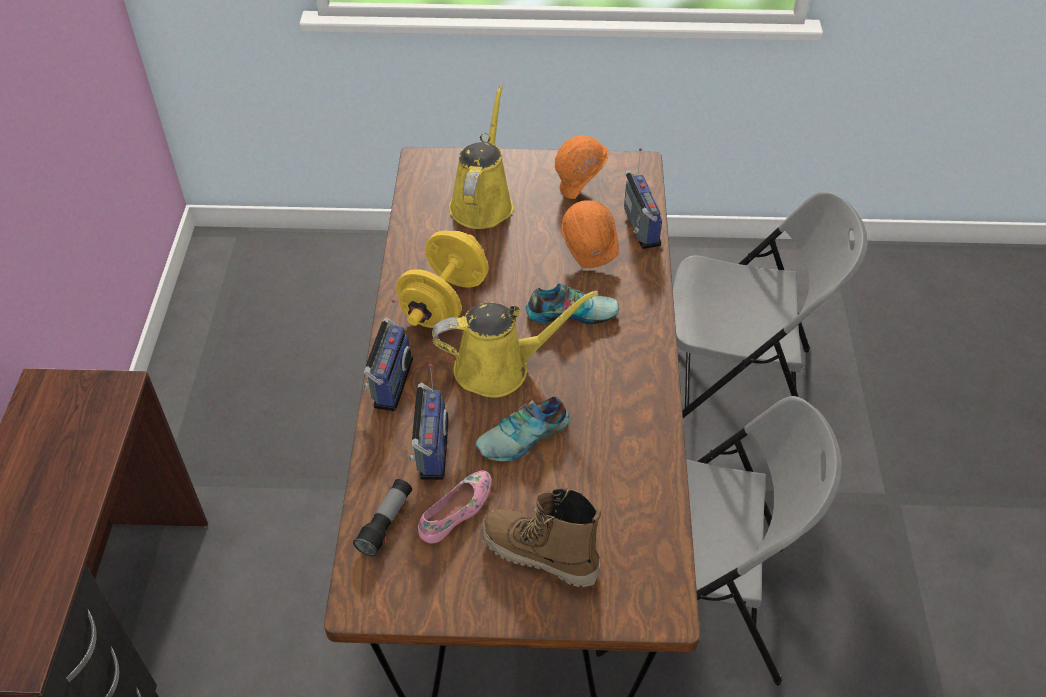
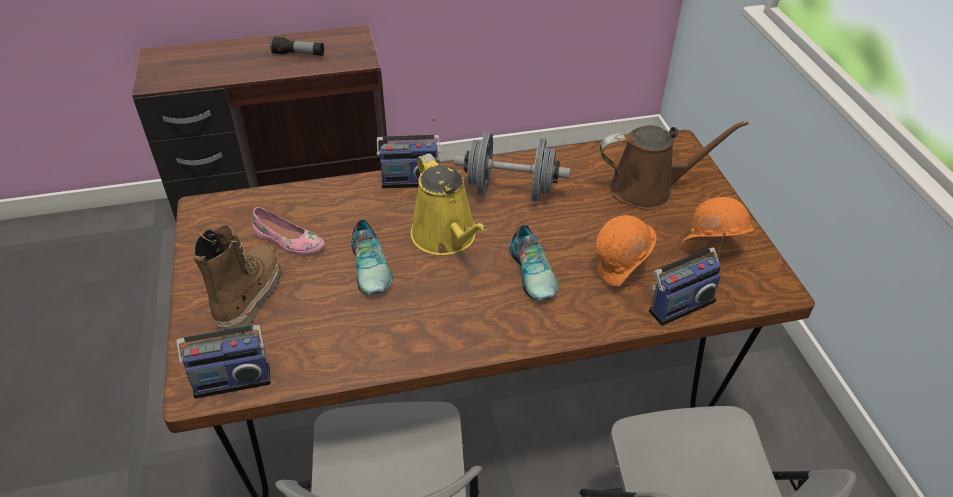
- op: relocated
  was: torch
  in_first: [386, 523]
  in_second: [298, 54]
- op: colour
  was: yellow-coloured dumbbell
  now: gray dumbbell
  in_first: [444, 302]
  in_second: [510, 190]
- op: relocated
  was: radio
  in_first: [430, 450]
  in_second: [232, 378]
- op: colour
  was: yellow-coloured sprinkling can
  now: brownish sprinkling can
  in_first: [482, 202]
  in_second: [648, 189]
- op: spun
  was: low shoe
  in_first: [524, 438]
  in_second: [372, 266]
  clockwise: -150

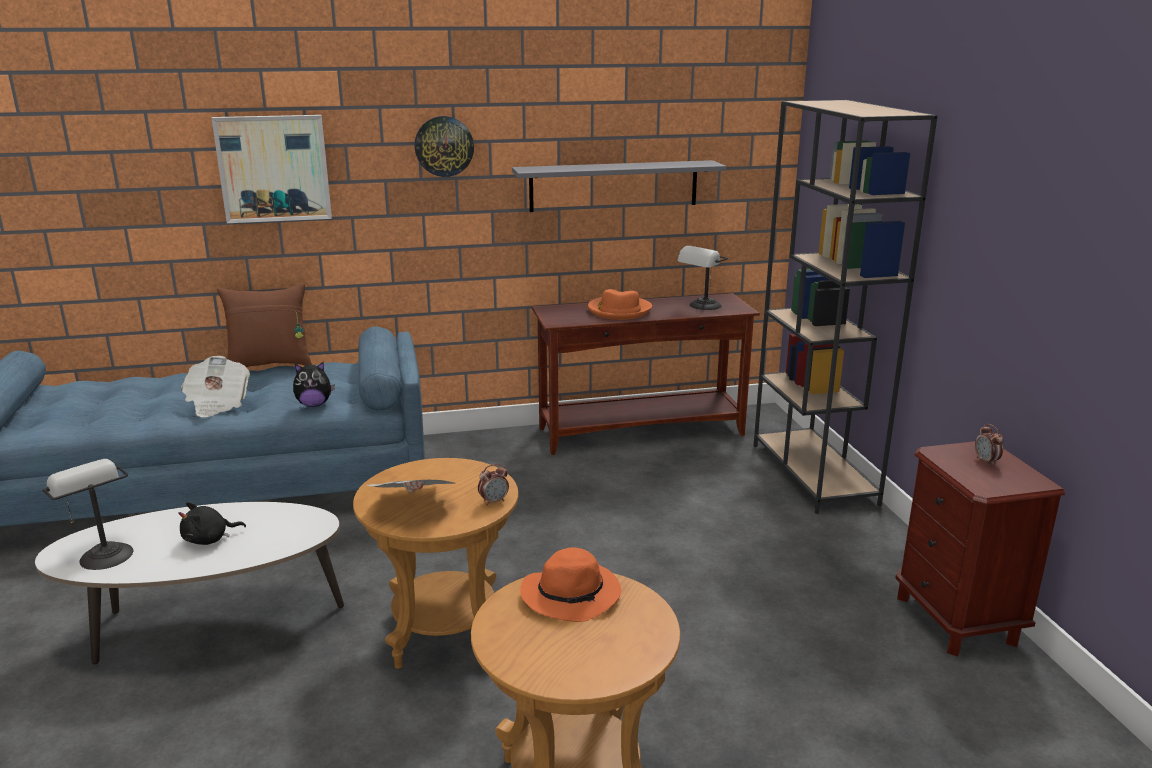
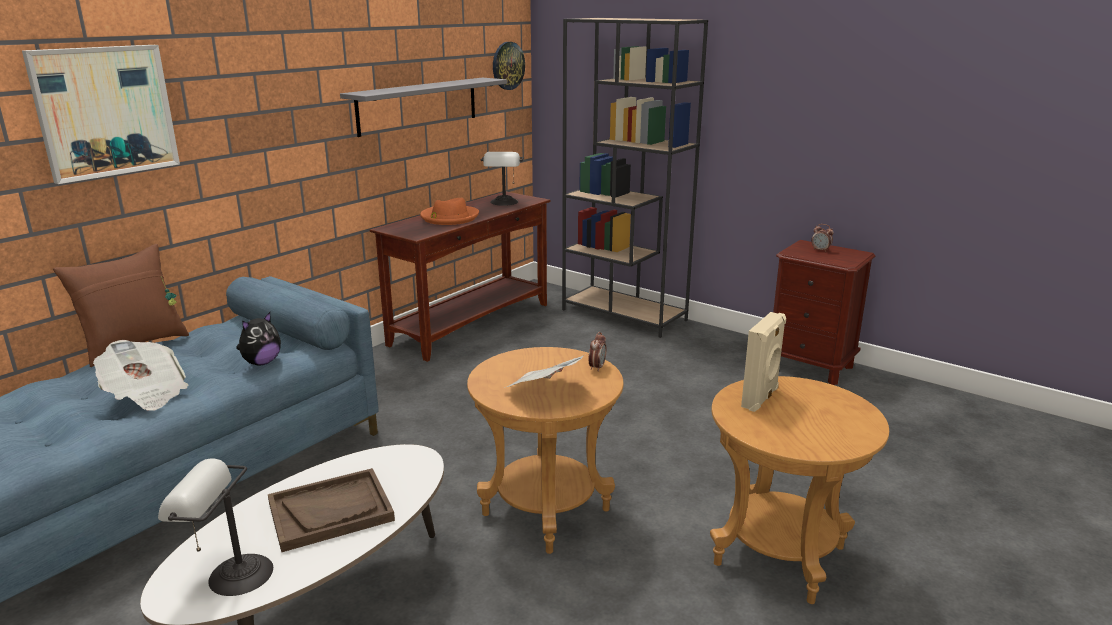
- op: exchanged
  was: black-coloured cuddly toy
  now: brownish carrying tray
  in_first: [209, 539]
  in_second: [331, 511]
- op: relocated
  was: clock on the wall
  in_first: [444, 146]
  in_second: [507, 65]
- op: exchanged
  was: orange-coloured hat
  now: beige-coloured speaker
  in_first: [572, 595]
  in_second: [761, 398]

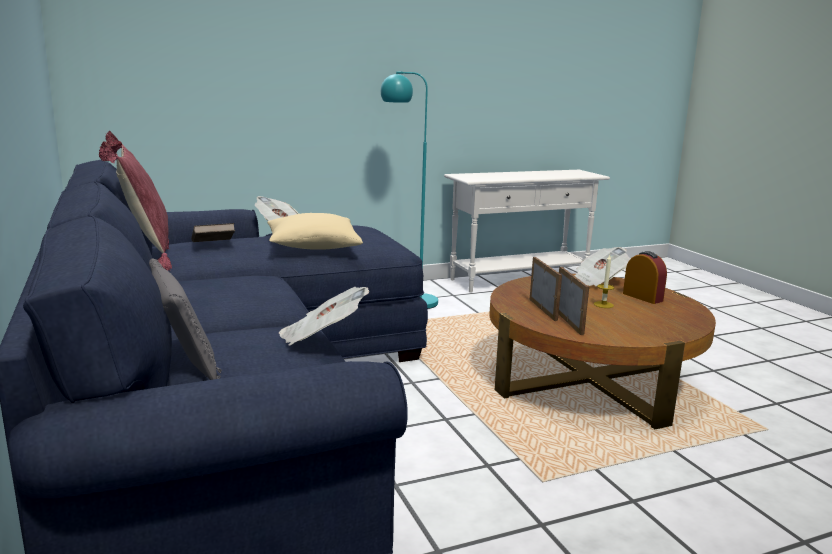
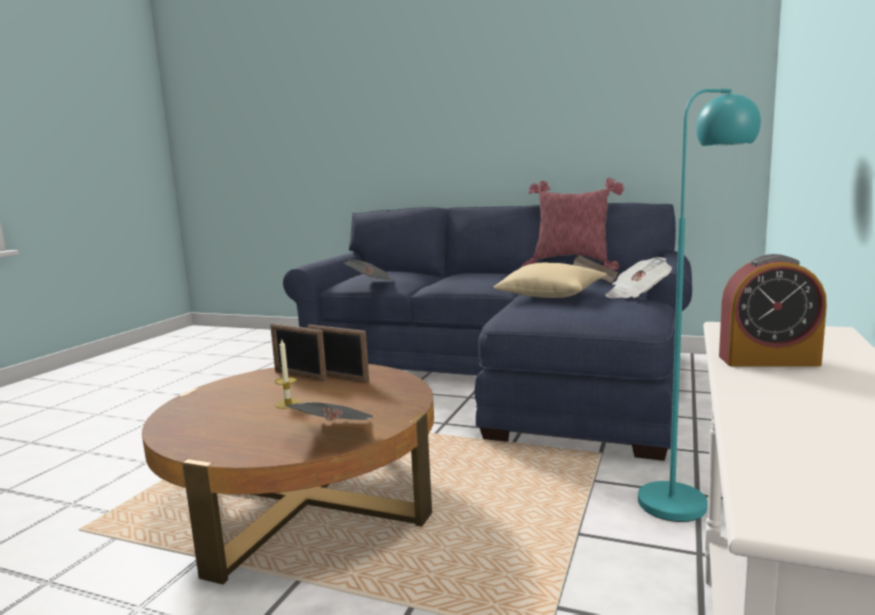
- op: missing
  was: gray pillow
  in_first: [185, 357]
- op: relocated
  was: table clock
  in_first: [642, 297]
  in_second: [768, 360]

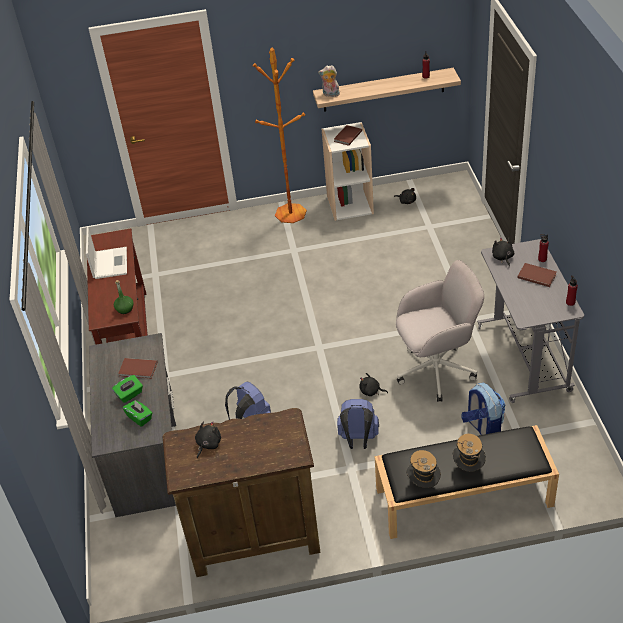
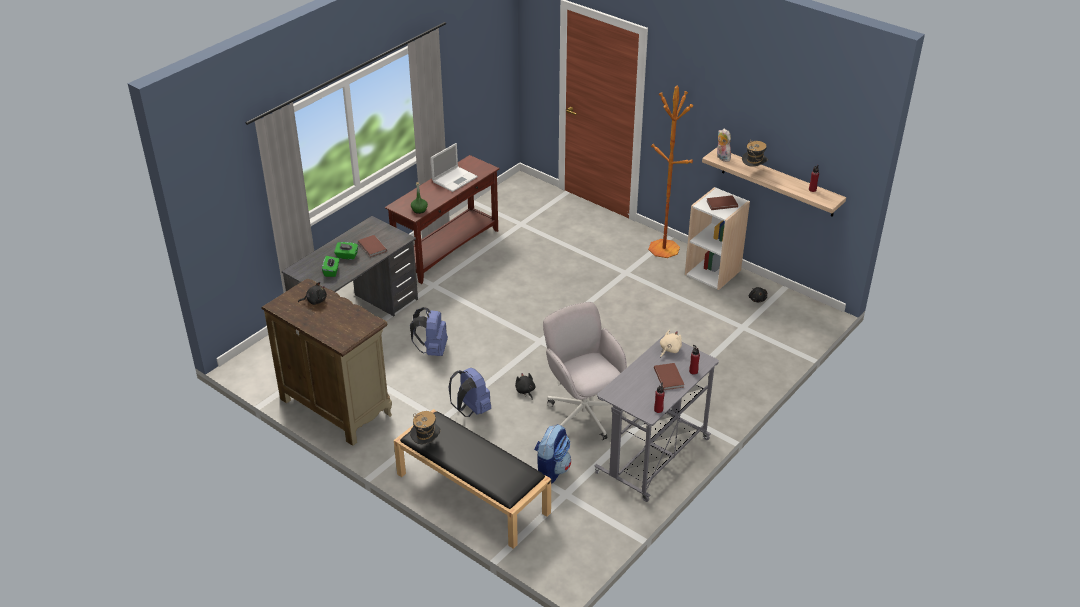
- op: spun
  was: gray desk chair
  in_first: [436, 371]
  in_second: [583, 415]
  clockwise: -150
- op: relocated
  was: hat
  in_first: [468, 468]
  in_second: [753, 171]
- op: colour
  was: black-coloured cuddly toy
  now: beige-coloured cuddly toy
  in_first: [502, 258]
  in_second: [669, 350]

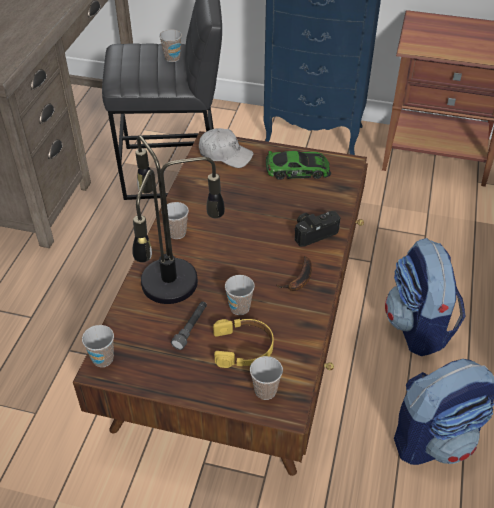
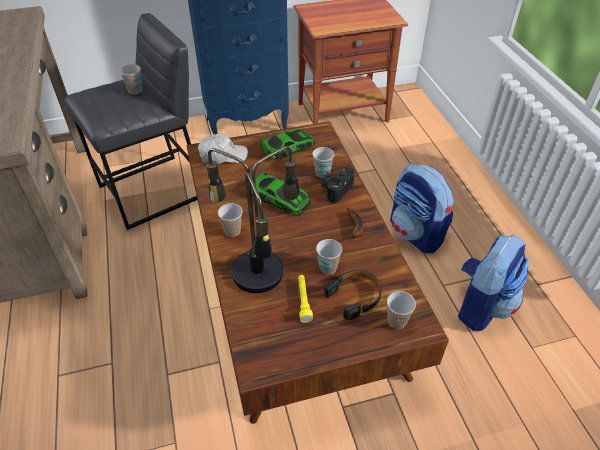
- op: relocated
  was: small cup
  in_first: [103, 359]
  in_second: [322, 173]
- op: colour
  was: gray torch
  now: yellow-coloured torch
  in_first: [191, 328]
  in_second: [303, 301]
- op: colour
  was: yellow-coloured headset
  now: black-coloured headset
  in_first: [243, 347]
  in_second: [355, 297]
- op: appeared
  now: toy car
  in_second: [281, 199]

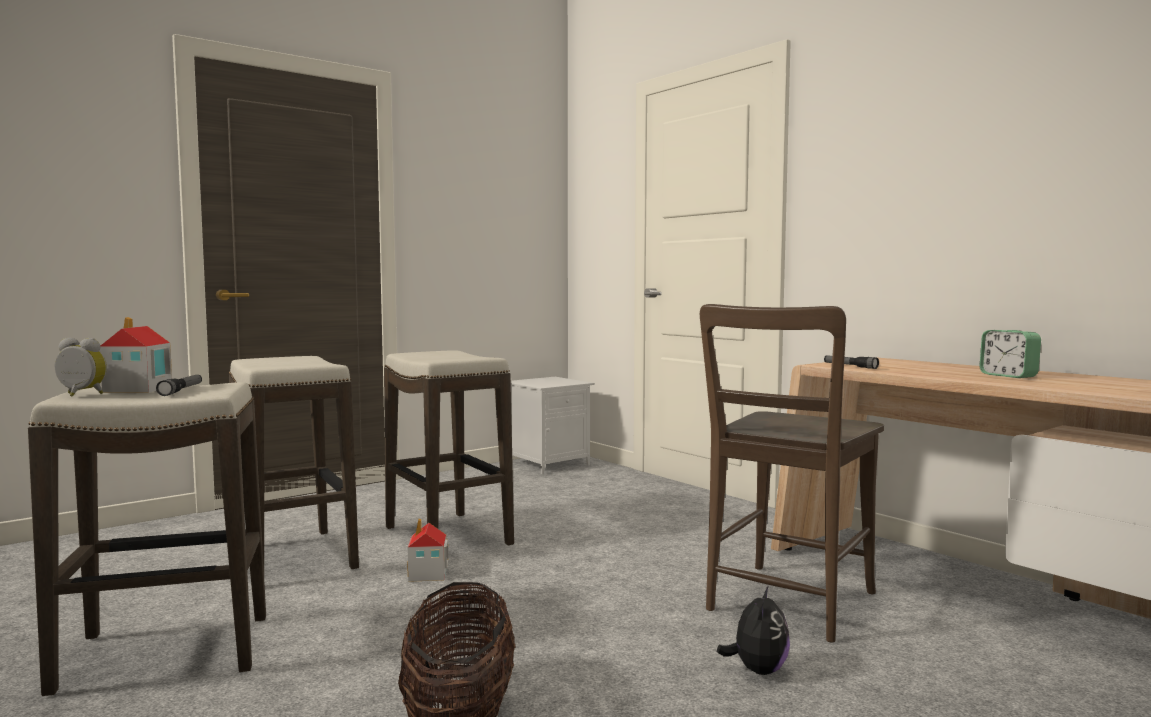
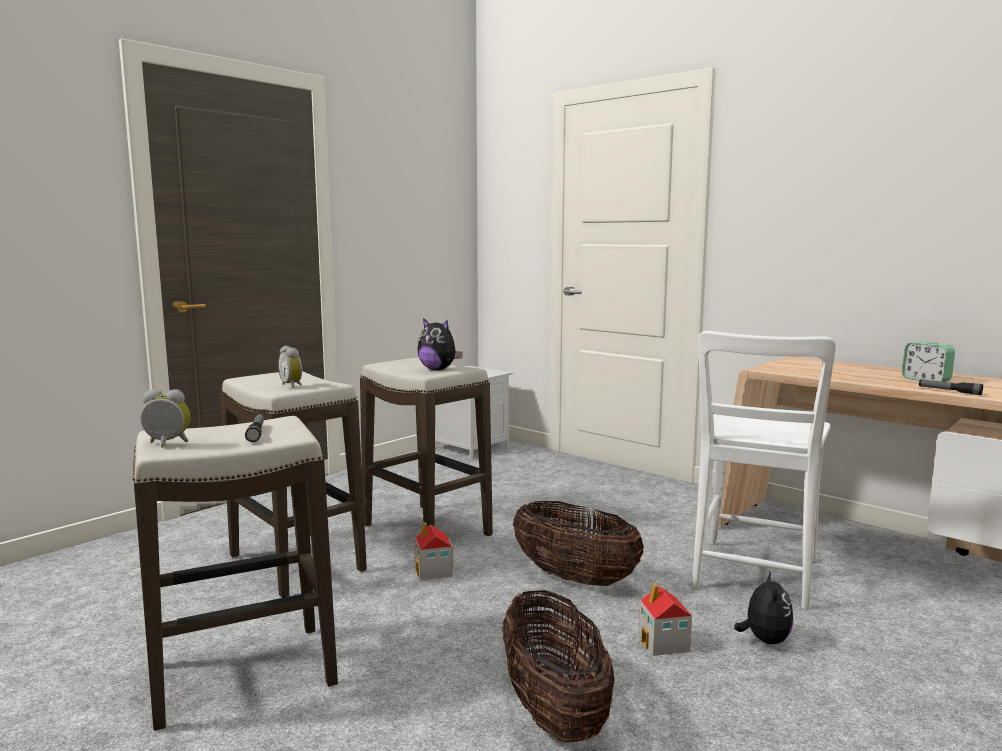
- op: relocated
  was: toy house
  in_first: [138, 389]
  in_second: [664, 643]
- op: colour
  was: brownish plain chair
  now: white-coloured plain chair
  in_first: [787, 604]
  in_second: [753, 577]
- op: relocated
  was: torch
  in_first: [850, 366]
  in_second: [949, 391]
- op: appeared
  now: table clock
  in_second: [292, 386]
- op: appeared
  now: cuddly toy
  in_second: [438, 369]
- op: appeared
  now: household basket
  in_second: [574, 578]

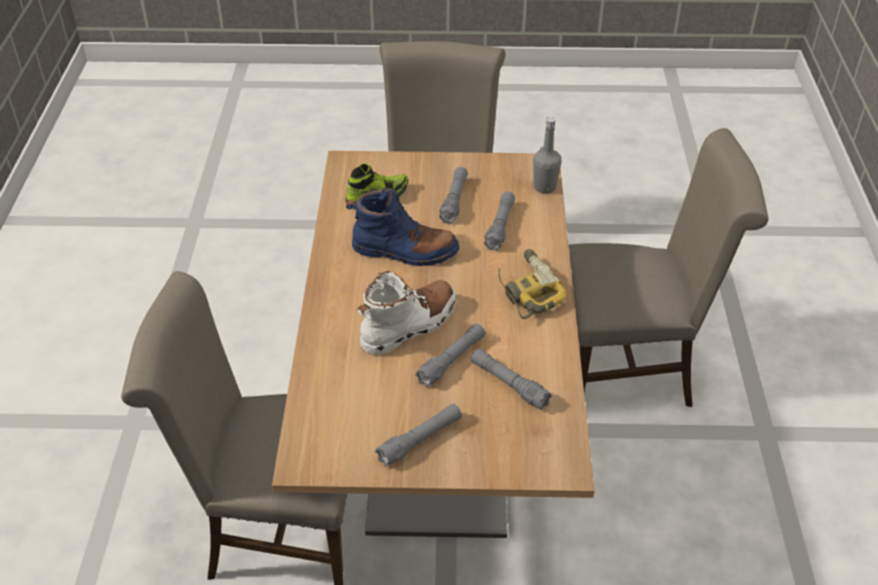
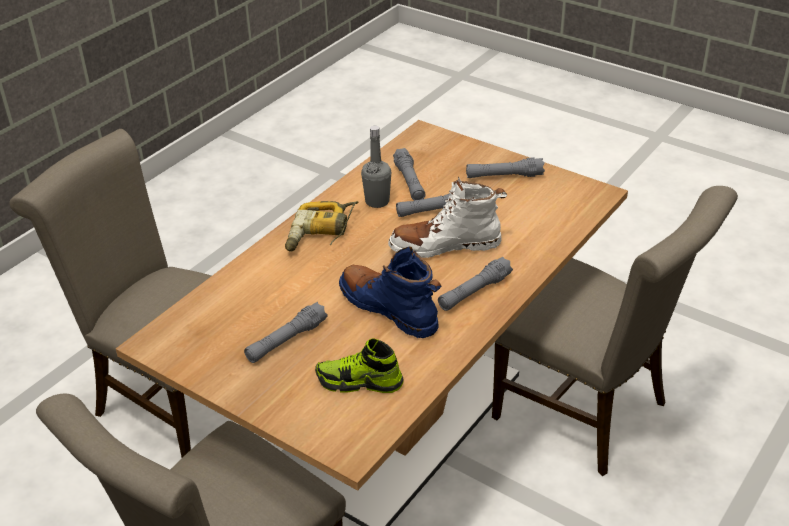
- op: relocated
  was: gray torch
  in_first: [500, 226]
  in_second: [474, 292]
- op: relocated
  was: gray beverage bottle
  in_first: [544, 187]
  in_second: [377, 201]

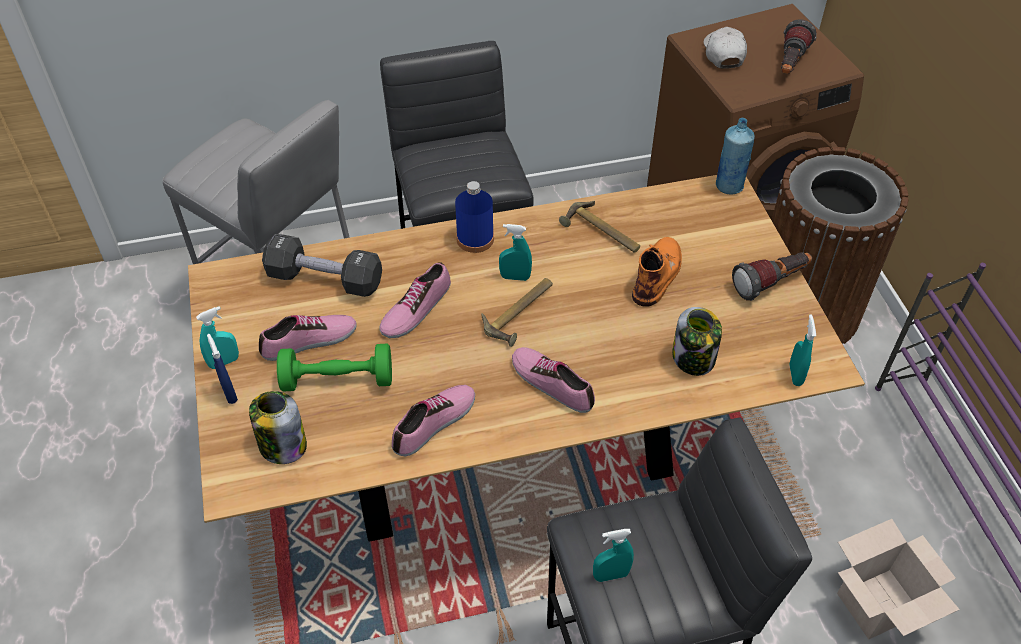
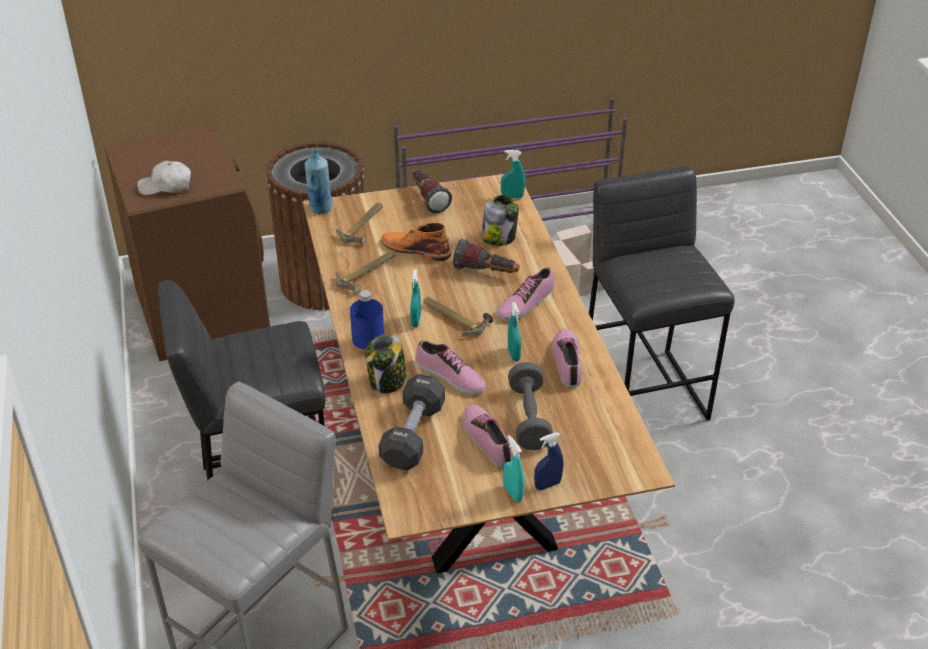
- op: relocated
  was: preserve jar
  in_first: [282, 445]
  in_second: [387, 382]
- op: colour
  was: green-coloured dumbbell
  now: gray dumbbell
  in_first: [338, 380]
  in_second: [529, 418]
- op: spun
  was: low shoe
  in_first: [435, 423]
  in_second: [568, 361]
  clockwise: 45
- op: relocated
  was: blue-green hand sprayer
  in_first: [611, 575]
  in_second: [513, 354]
- op: relocated
  was: torch
  in_first: [790, 64]
  in_second: [486, 272]
- op: appeared
  now: hammer
  in_second: [365, 227]

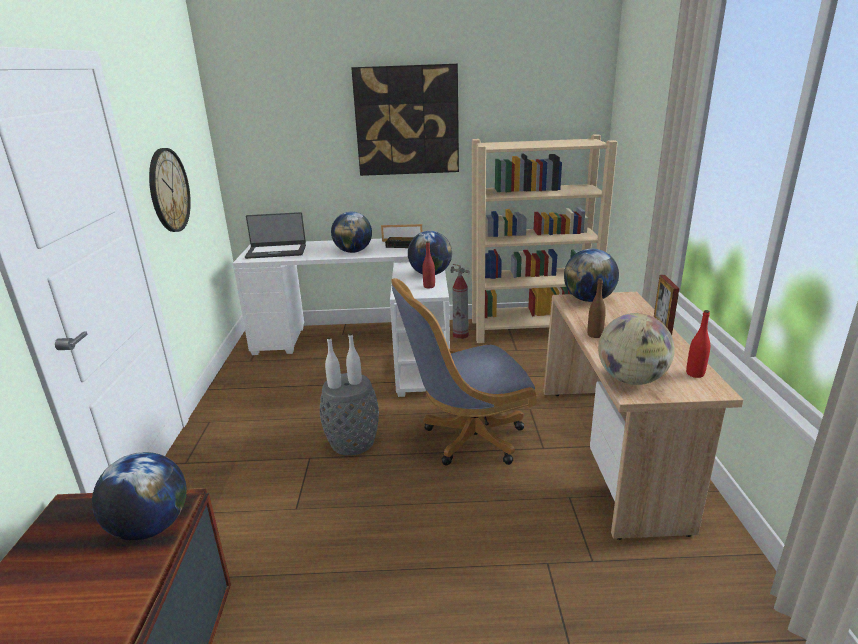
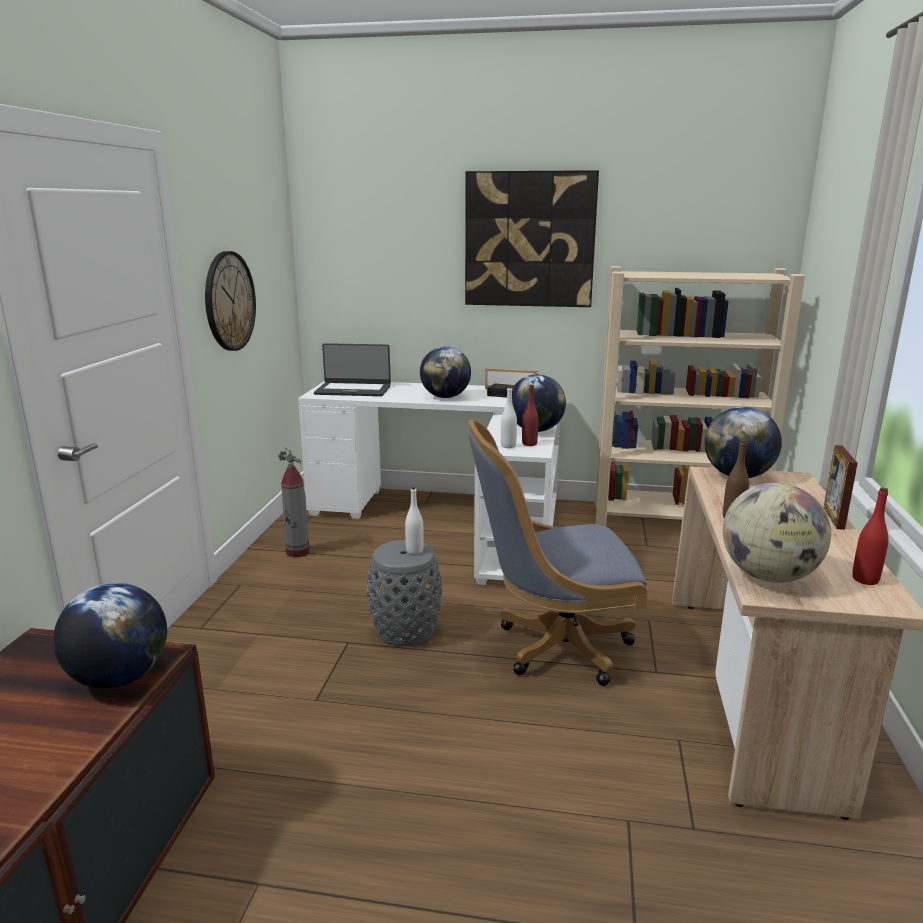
- op: relocated
  was: white-coloured beverage bottle
  in_first: [334, 385]
  in_second: [508, 446]
- op: relocated
  was: fire-fighting cylinder
  in_first: [460, 335]
  in_second: [298, 552]

